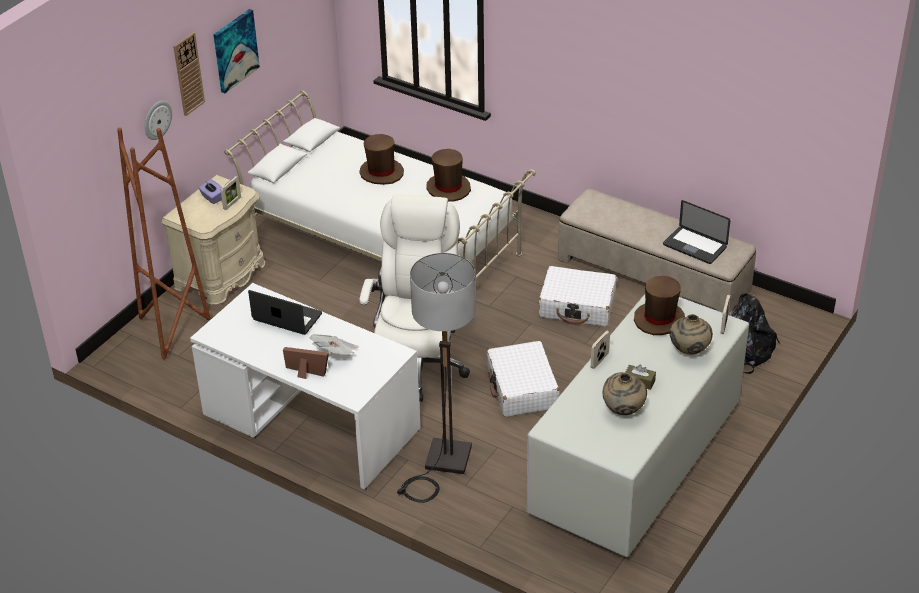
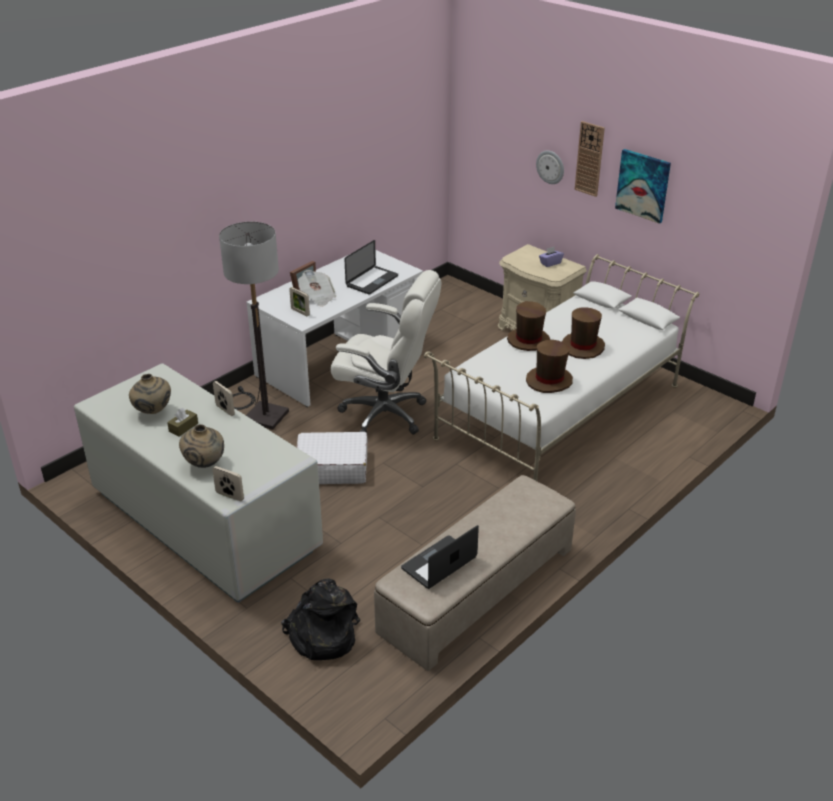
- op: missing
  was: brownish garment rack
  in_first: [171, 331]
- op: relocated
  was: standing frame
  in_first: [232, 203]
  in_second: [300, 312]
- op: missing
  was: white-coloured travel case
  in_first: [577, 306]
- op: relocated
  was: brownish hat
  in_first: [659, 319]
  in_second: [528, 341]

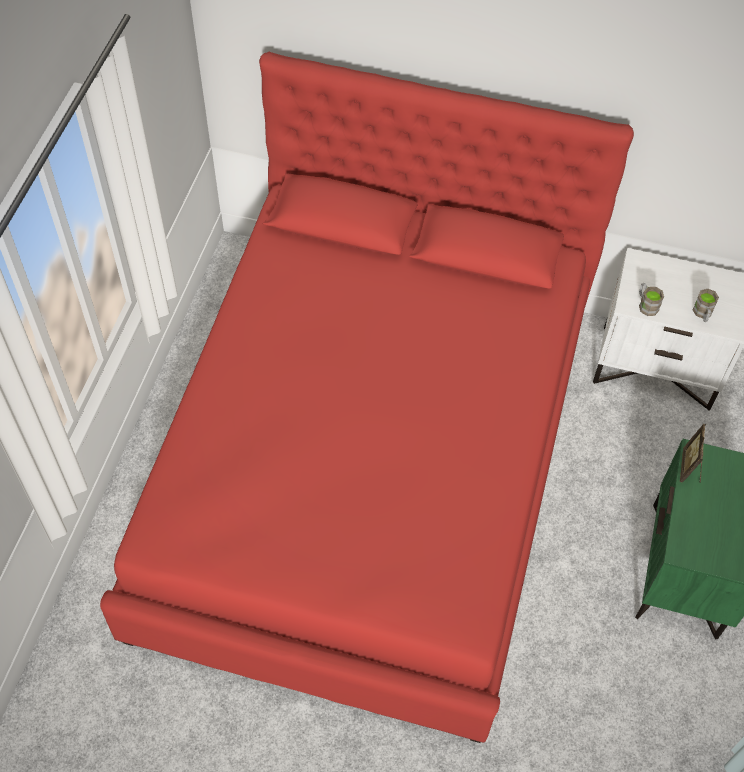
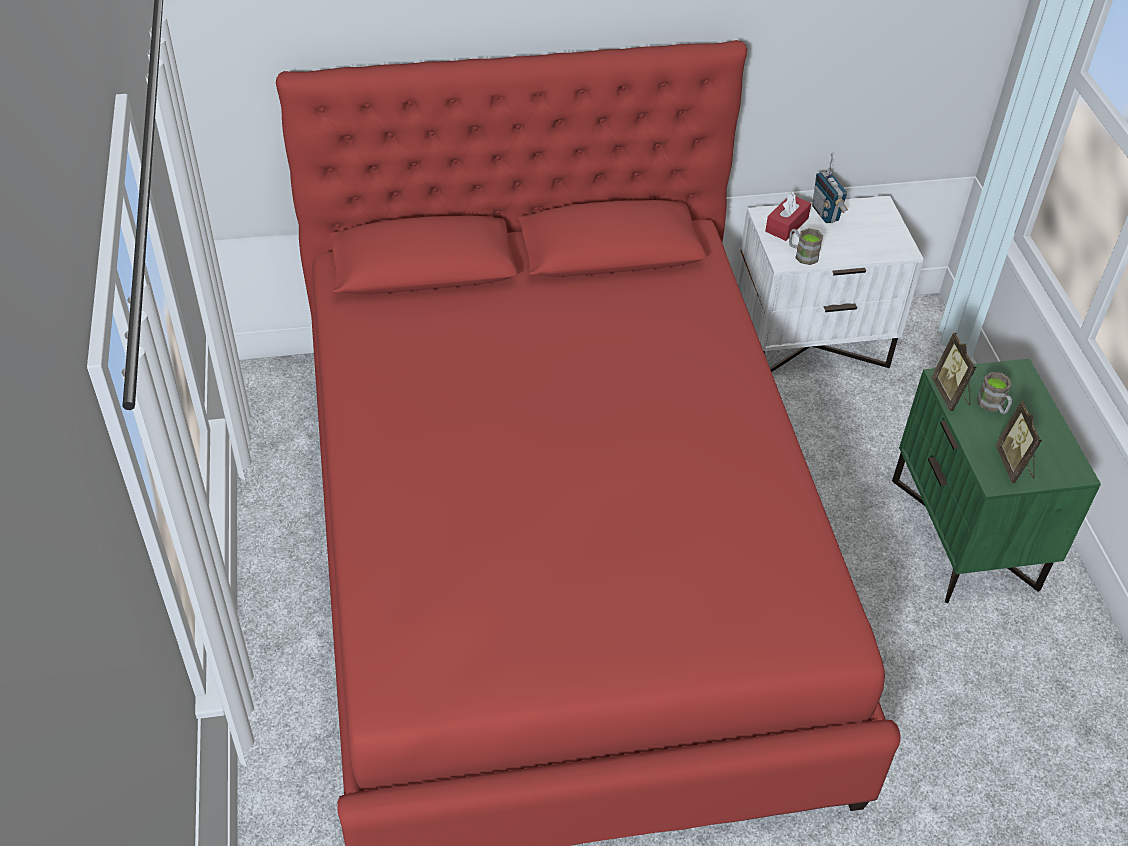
- op: relocated
  was: brownish tea mug
  in_first: [703, 314]
  in_second: [993, 406]
- op: appeared
  now: red tissue box
  in_second: [786, 225]
- op: appeared
  now: radio
  in_second: [825, 213]
- op: appeared
  now: standing frame
  in_second: [1014, 465]

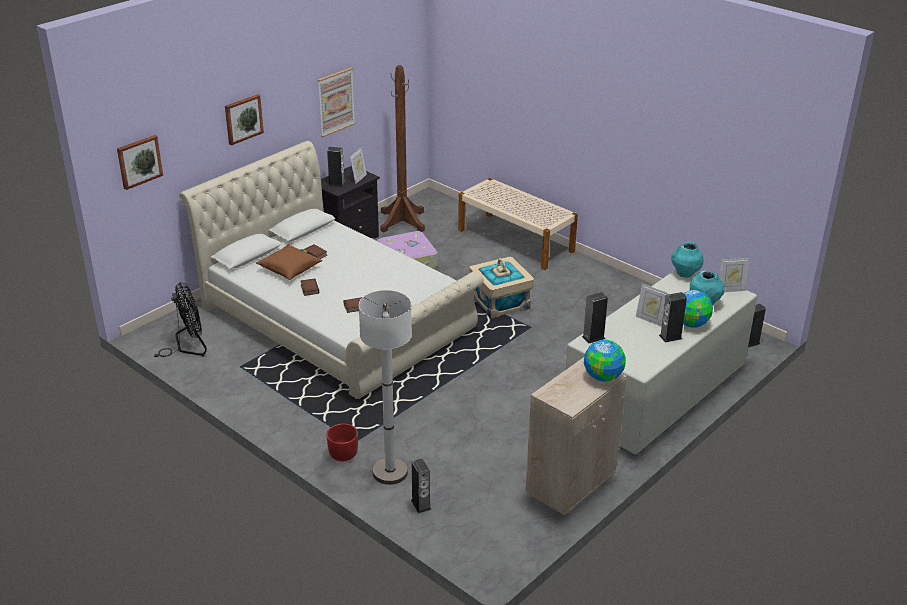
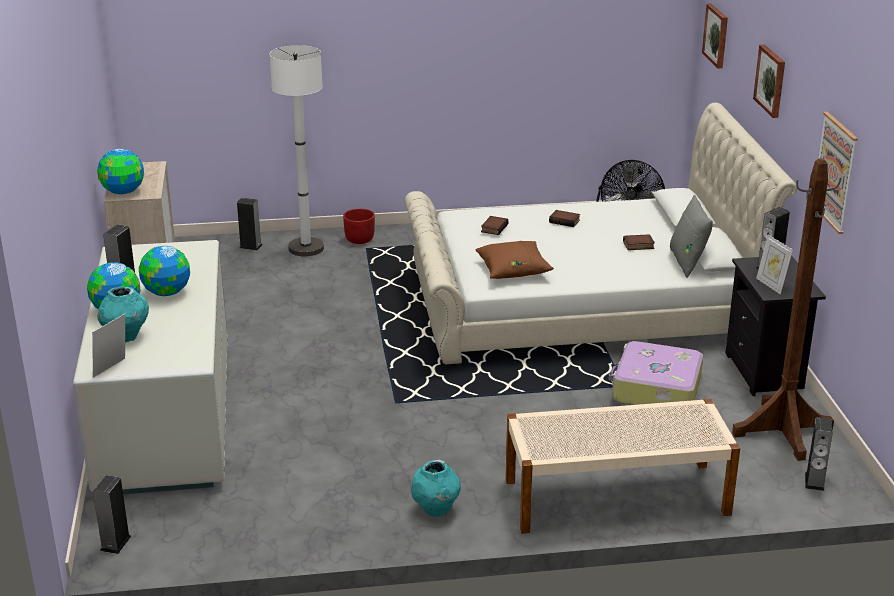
- op: relocated
  was: brownish pillow
  in_first: [289, 269]
  in_second: [513, 270]
- op: missing
  was: beige-coloured storage container
  in_first: [500, 303]
- op: relocated
  was: speaker
  in_first: [593, 337]
  in_second: [814, 481]
- op: exchanged
  was: standing frame
  now: globe
  in_first: [650, 320]
  in_second: [166, 293]
- op: relocated
  was: blue-green decorative vase
  in_first: [685, 274]
  in_second: [436, 510]
- op: appeared
  now: gray pillow
  in_second: [687, 263]

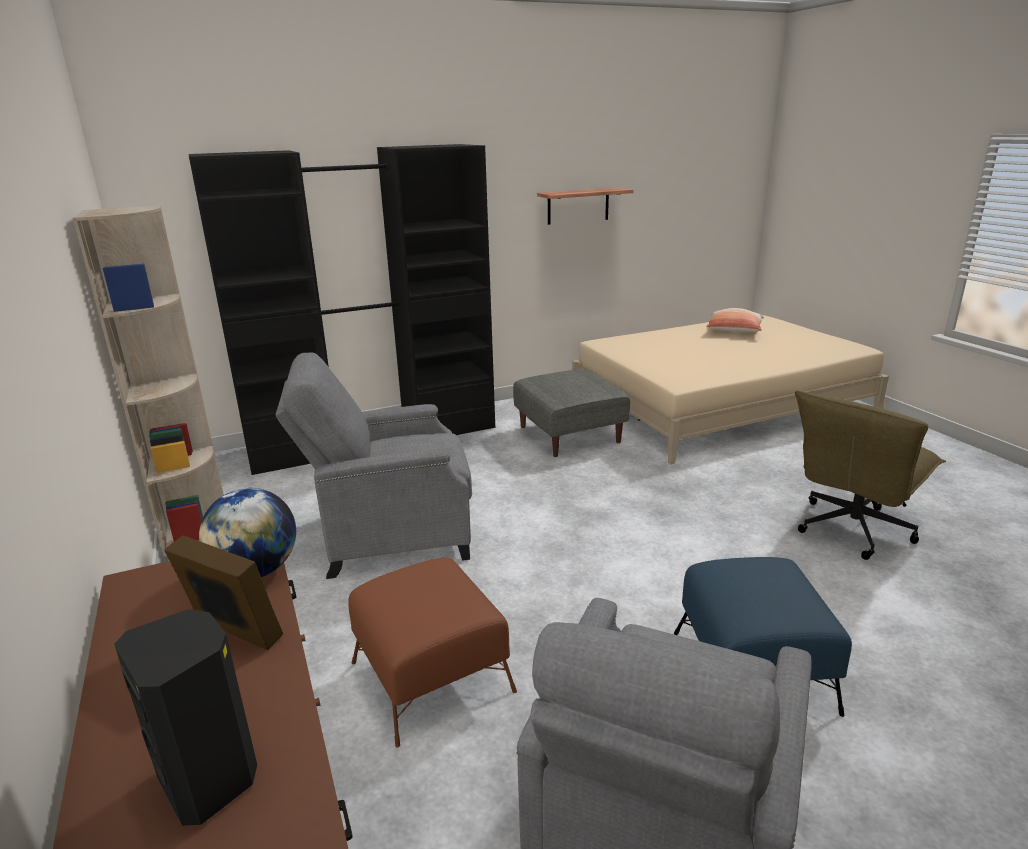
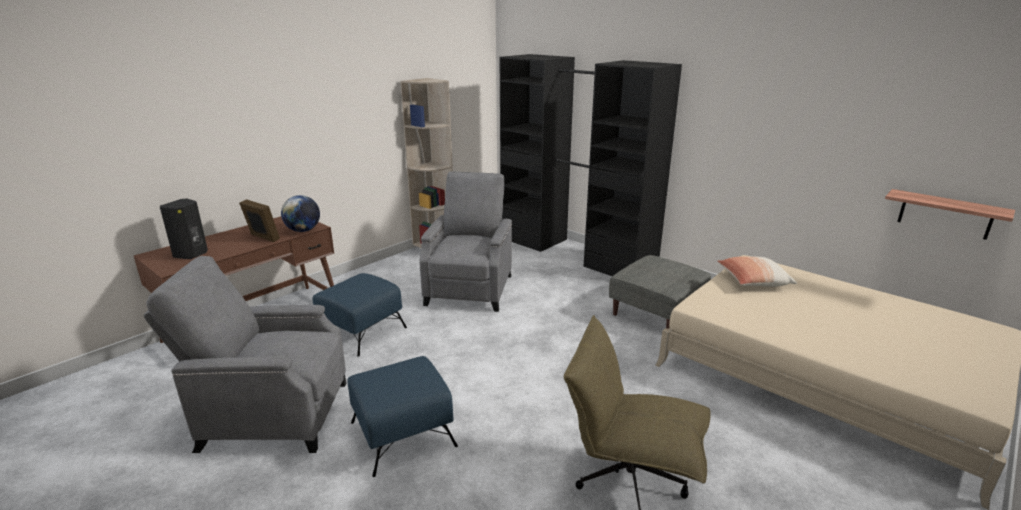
- op: spun
  was: standing frame
  in_first: [234, 633]
  in_second: [263, 238]
  clockwise: -60
- op: spun
  was: gray armchair
  in_first: [390, 535]
  in_second: [471, 288]
  clockwise: 45
- op: colour
  was: brownish footrest
  now: blue footrest
  in_first: [431, 677]
  in_second: [360, 331]
- op: relocated
  was: wall shelf
  in_first: [578, 206]
  in_second: [945, 214]
- op: relocated
  was: pillow
  in_first: [734, 331]
  in_second: [753, 281]

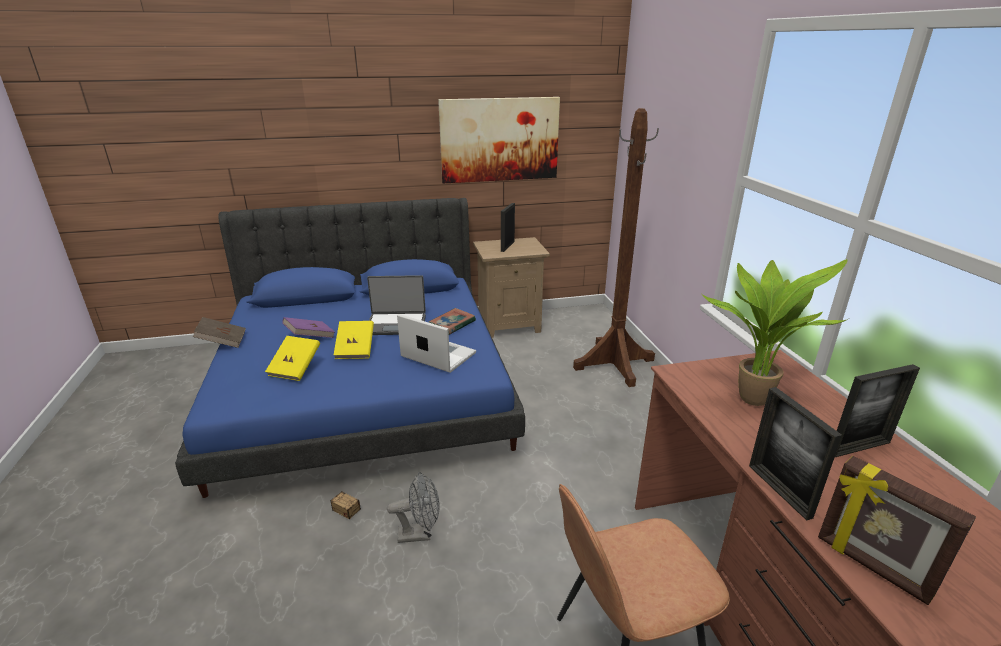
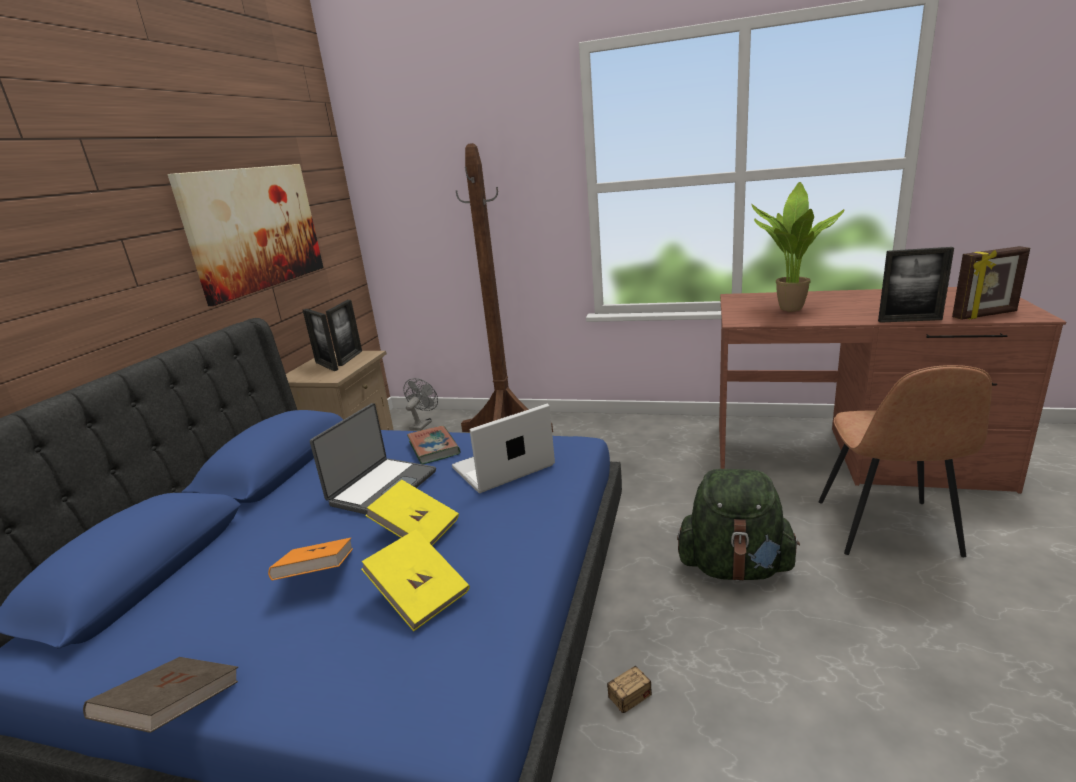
- op: colour
  was: purple-coloured bound book
  now: orange-coloured bound book
  in_first: [310, 337]
  in_second: [318, 575]
- op: relocated
  was: gray cooling fan
  in_first: [420, 533]
  in_second: [422, 424]
- op: relocated
  was: standing frame
  in_first: [859, 447]
  in_second: [350, 358]
- op: appeared
  now: green-coloured rucksack
  in_second: [735, 567]

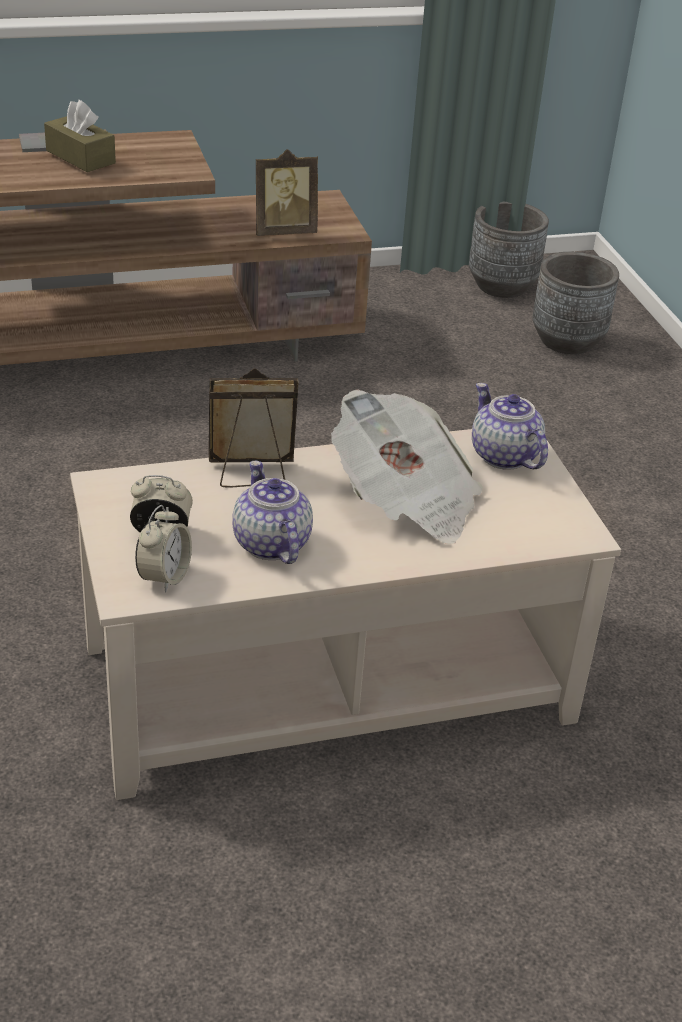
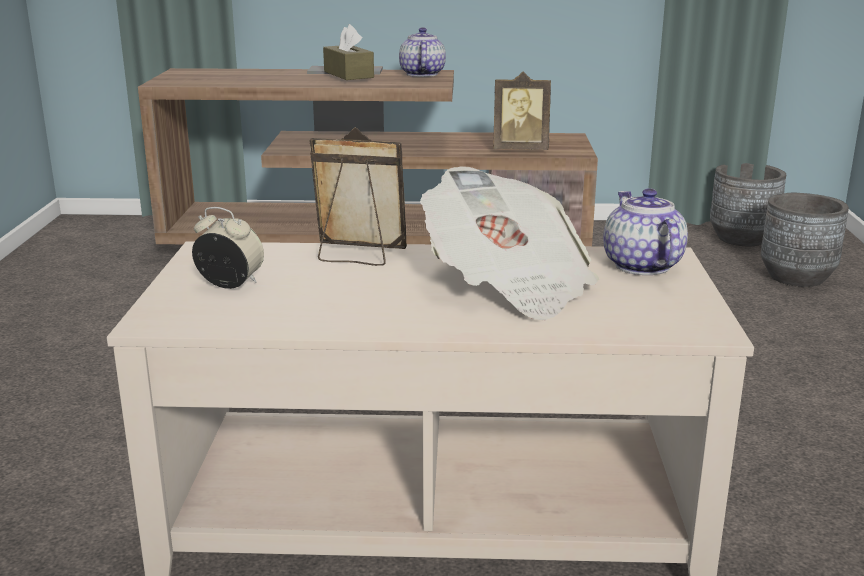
- op: missing
  was: table clock
  in_first: [164, 577]
- op: relocated
  was: pot for tea
  in_first: [270, 543]
  in_second: [421, 74]

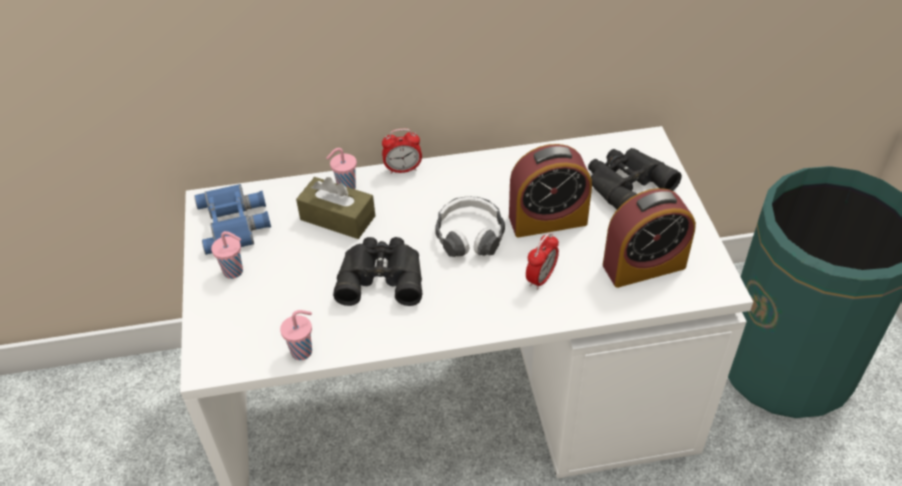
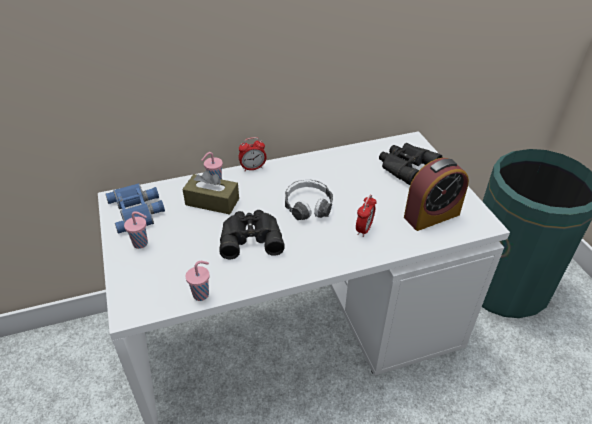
- op: missing
  was: table clock
  in_first: [547, 220]

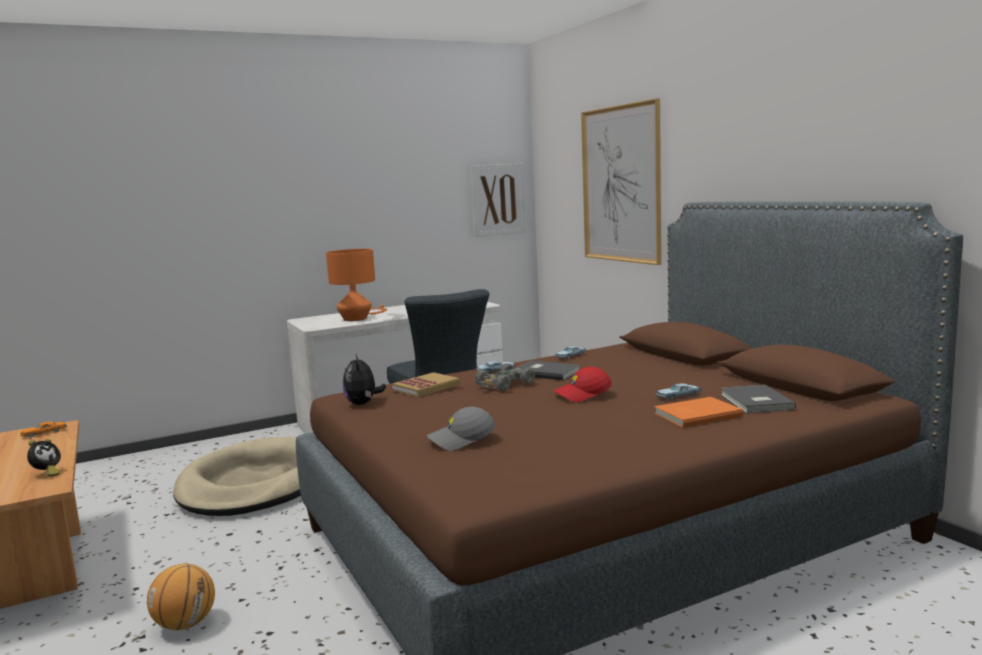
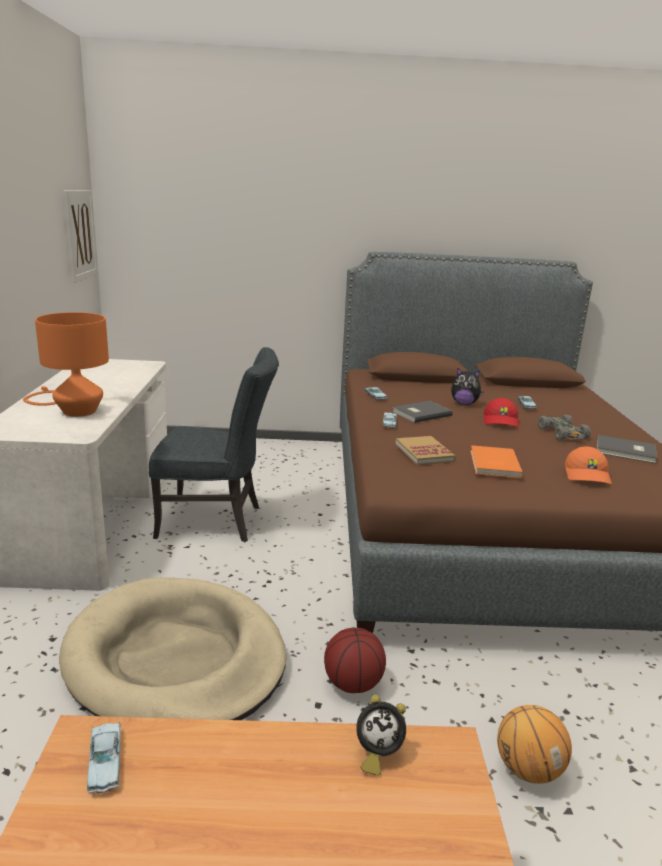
- op: colour
  was: orange-coloured toy car
  now: blue toy car
  in_first: [44, 433]
  in_second: [105, 762]
- op: spun
  was: table clock
  in_first: [46, 474]
  in_second: [376, 753]
  clockwise: 135
- op: relocated
  was: cuddly toy
  in_first: [363, 403]
  in_second: [464, 403]
- op: colour
  was: gray baseball cap
  now: orange-coloured baseball cap
  in_first: [462, 440]
  in_second: [588, 475]
- op: relocated
  was: gray toy car
  in_first: [504, 384]
  in_second: [563, 434]
- op: missing
  was: wall picture
  in_first: [621, 184]
- op: relocated
  was: orange-coloured bound book
  in_first: [695, 414]
  in_second: [493, 464]
- op: relocated
  was: gray bound book
  in_first: [754, 402]
  in_second: [626, 451]
- op: appeared
  now: basketball
  in_second: [352, 684]

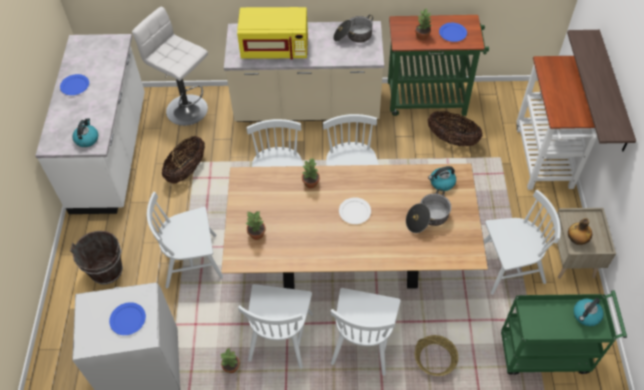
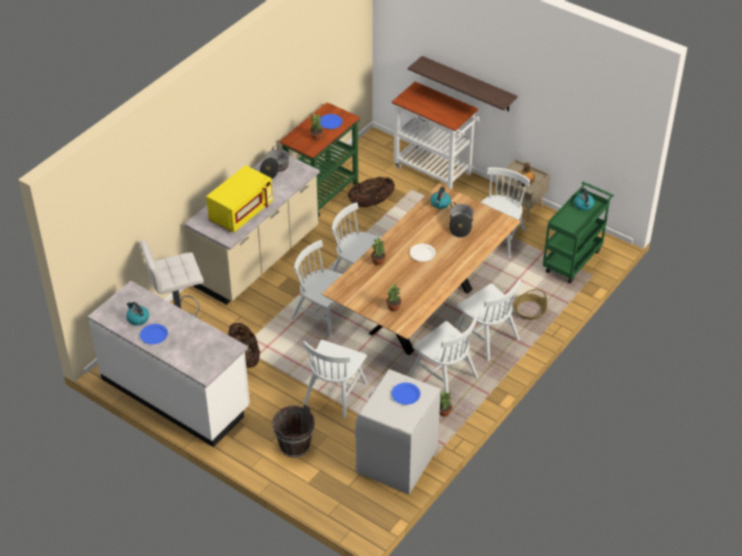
- op: relocated
  was: water kettle
  in_first: [87, 139]
  in_second: [137, 318]

